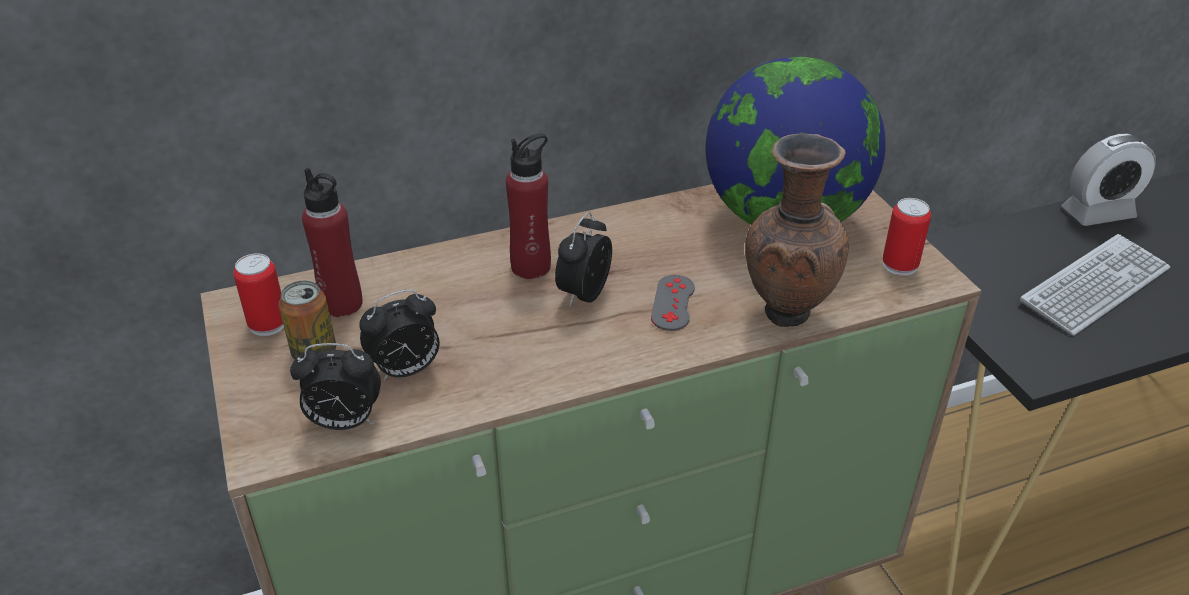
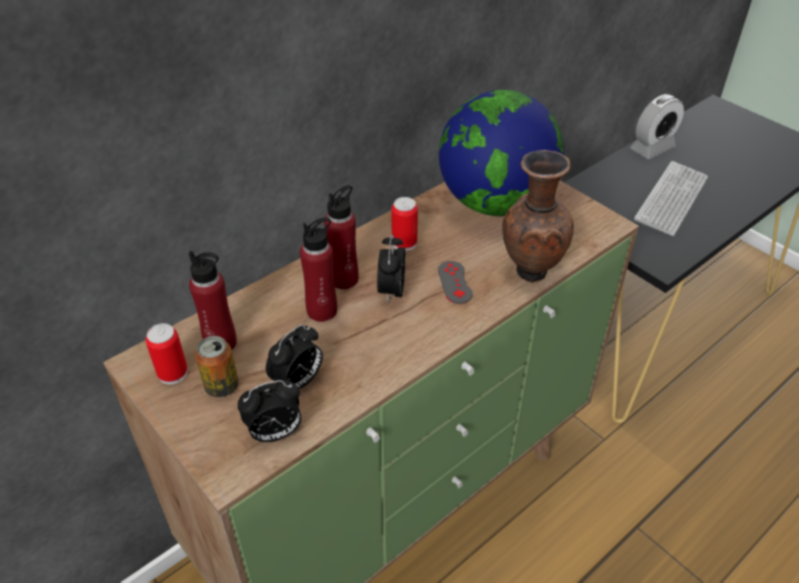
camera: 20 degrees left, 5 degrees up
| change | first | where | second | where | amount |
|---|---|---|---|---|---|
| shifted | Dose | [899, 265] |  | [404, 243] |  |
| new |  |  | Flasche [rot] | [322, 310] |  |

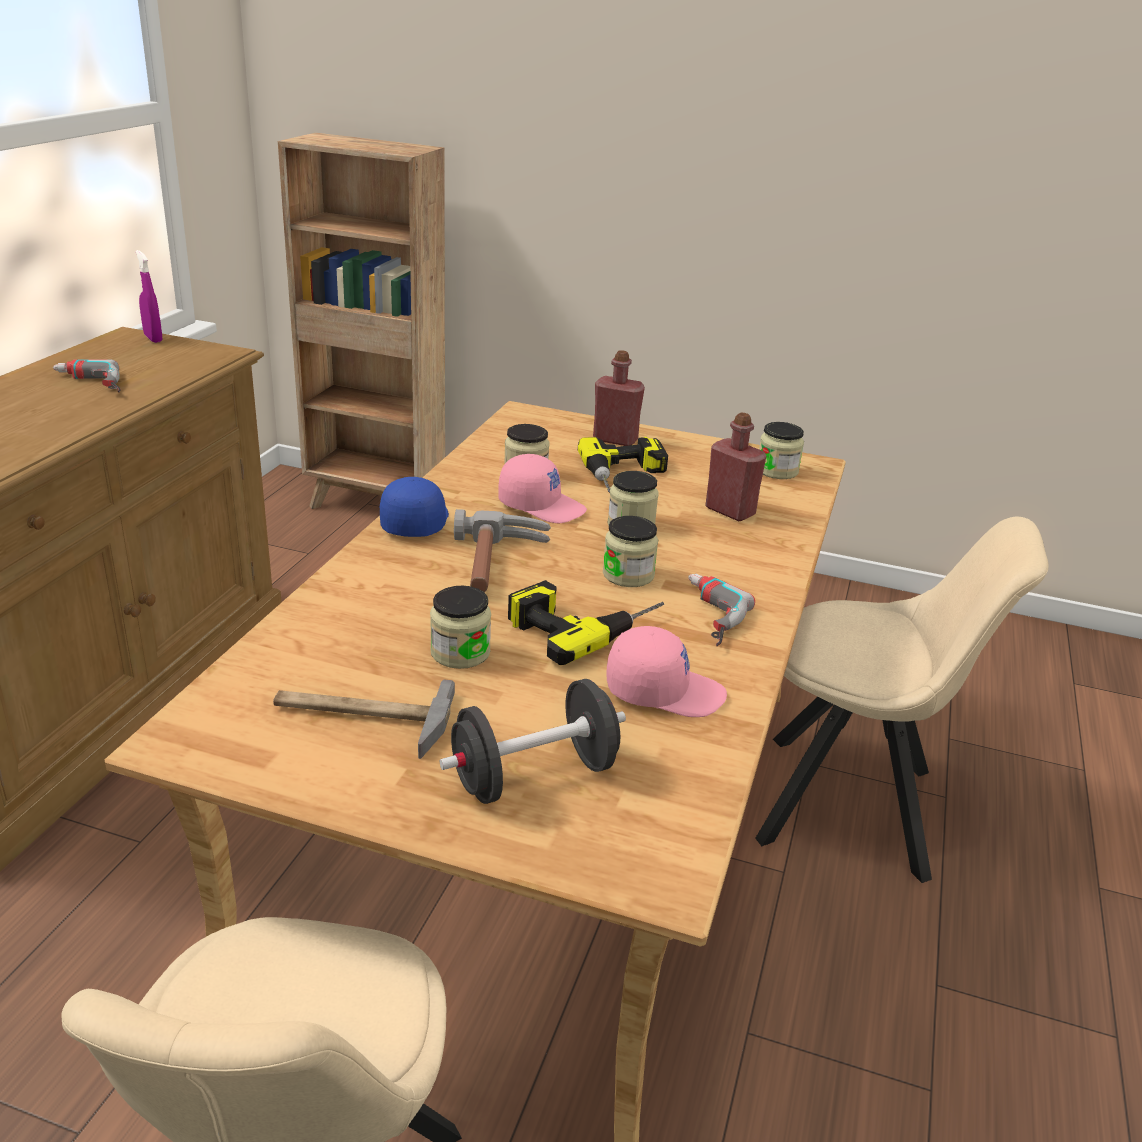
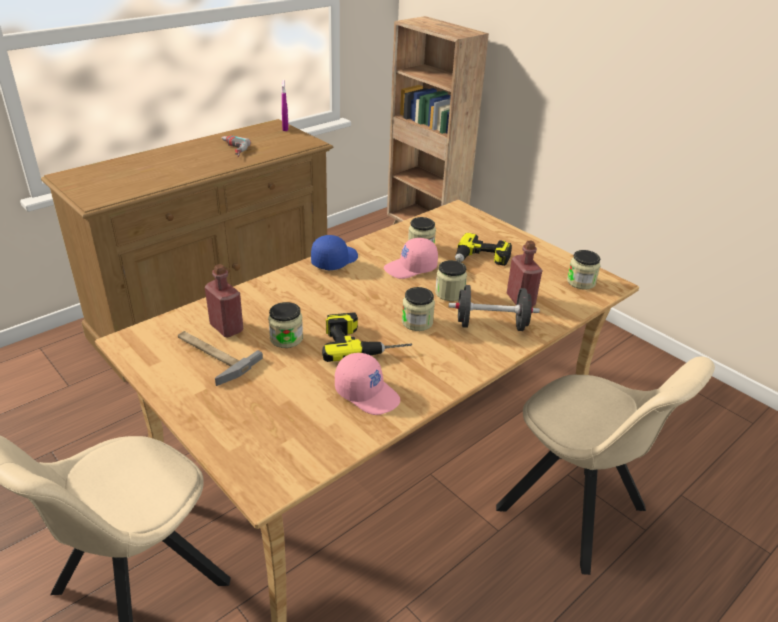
camera: 30 degrees right, 5 degrees up
| change | first | where | second | where | amount |
|---|---|---|---|---|---|
| shifted | Flasche [rot] | [615, 440] |  | [226, 328] |  |
| rotated | Kappe [rosa] | [542, 506] |  | [411, 268] | 105 degrees clockwise |
| gone | Hammer | [499, 565] |  |  |  |
| gone | Bohrmaschine | [703, 615] |  |  |  |
| shifted | Hantel [schwarz] | [533, 776] |  | [491, 325] |  |

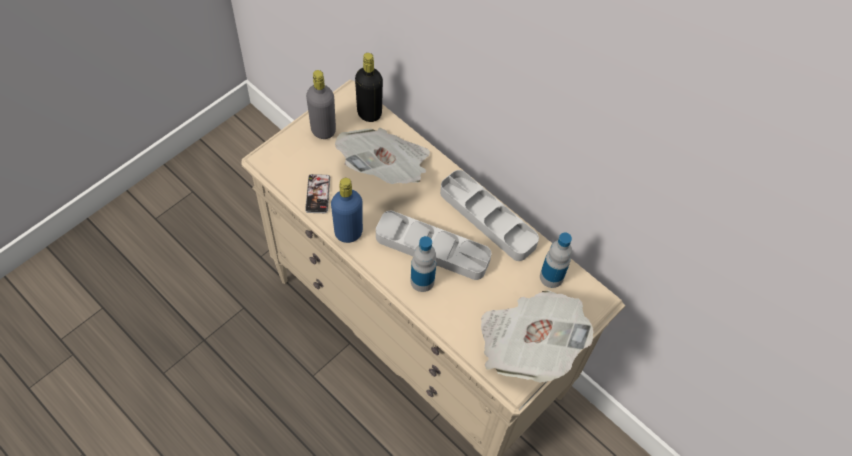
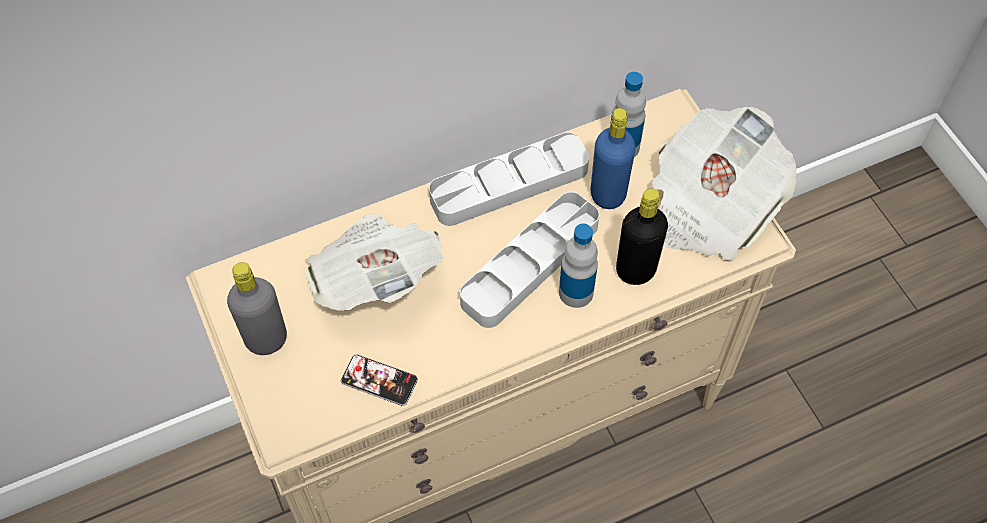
camera: 65 degrees left, 0 degrees up
| change | first | where | second | where | amount |
|---|---|---|---|---|---|
| shifted | Flasche [schwarz] | [369, 113] |  | [635, 270] |  |
| shifted | Flasche [blau] | [348, 232] |  | [608, 194] |  |

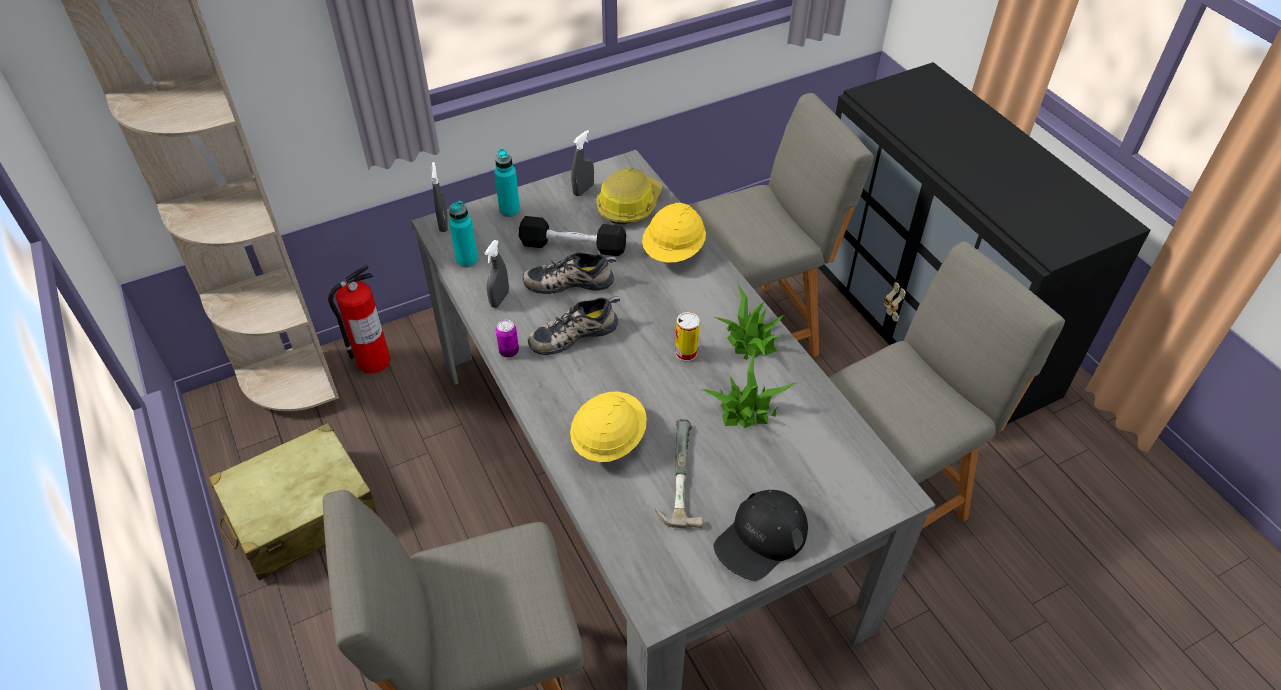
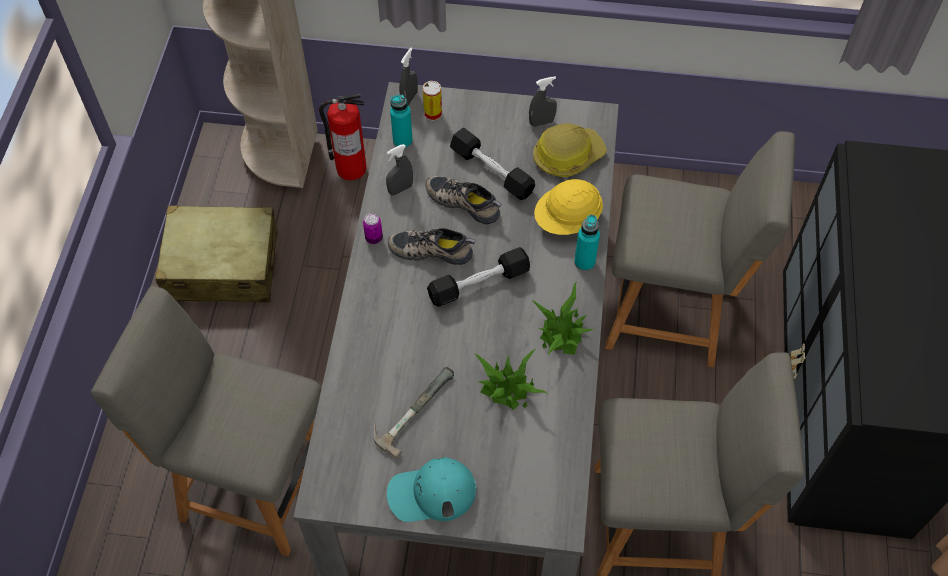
camera: 35 degrees right, 10 degrees up
| change | first | where | second | where | amount |
|---|---|---|---|---|---|
| shifted | Flasche [türkis] | [509, 210] |  | [584, 262] |  |
| shifted | Dose | [686, 353] |  | [433, 114] |  |
| gone | Schutzhelm [gelb] | [608, 439] |  |  |  |
| repainted | Kappe [schwarz] | [761, 538] | Kappe [türkis] | [431, 493] |  |
| new |  |  | Hantel [schwarz] | [479, 284] |  |

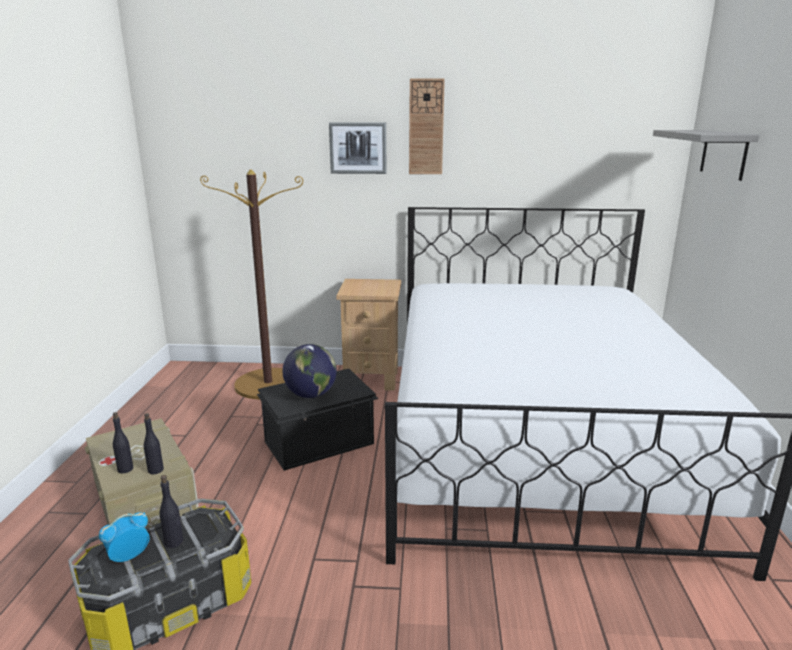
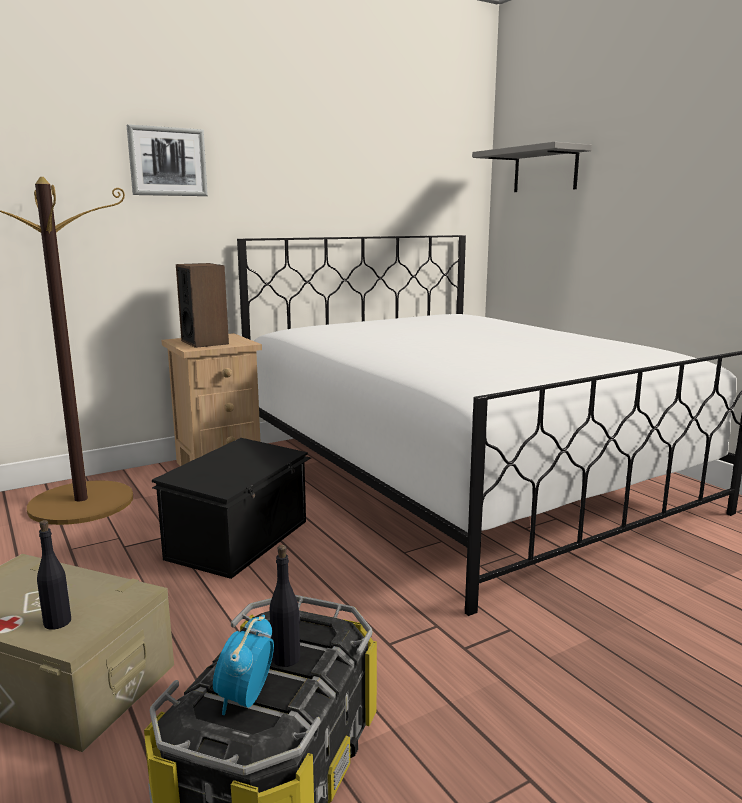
camera: 35 degrees left, 5 degrees down
| change | first | where | second | where | amount |
|---|---|---|---|---|---|
| gone | Wanduhr | [426, 127] |  |  |  |
| gone | Globus | [311, 395] |  |  |  |
| gone | Flasche [schwarz] | [156, 470] |  |  |  |
| new |  |  | Lautsprecher | [205, 342] |  |

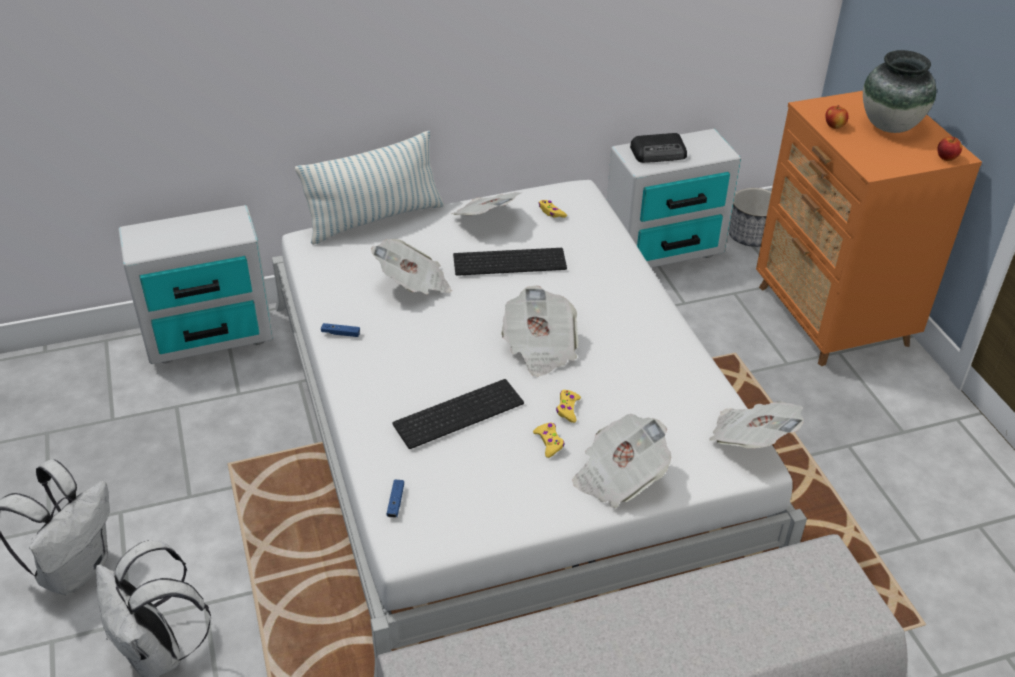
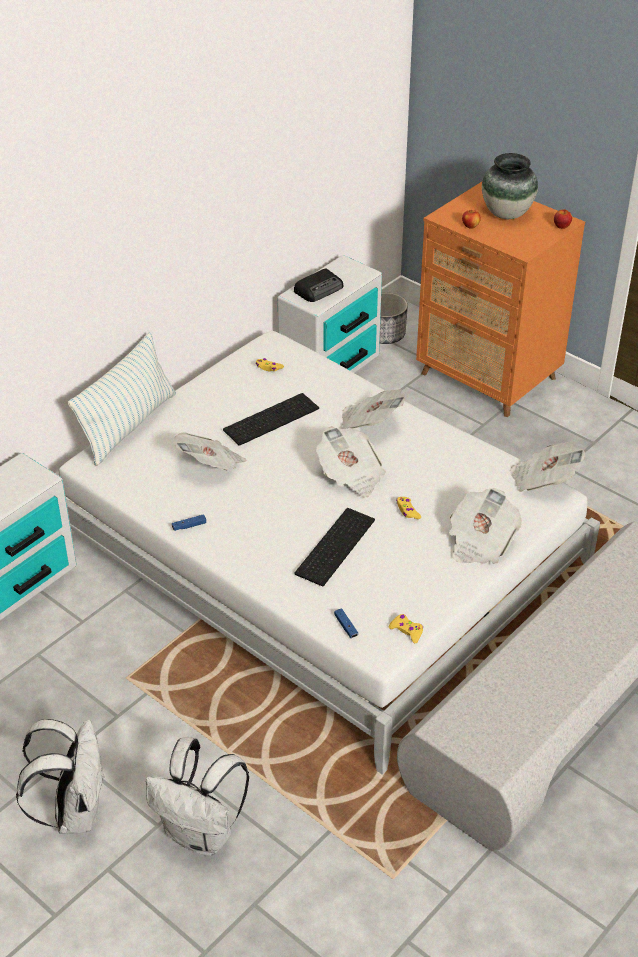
camera: 30 degrees left, 0 degrees up
| change | first | where | second | where | amount |
|---|---|---|---|---|---|
| shifted | Zeitung | [486, 219] |  | [370, 423] |  |
| shifted | Gamepad [gelb] | [549, 442] |  | [407, 631] |  |

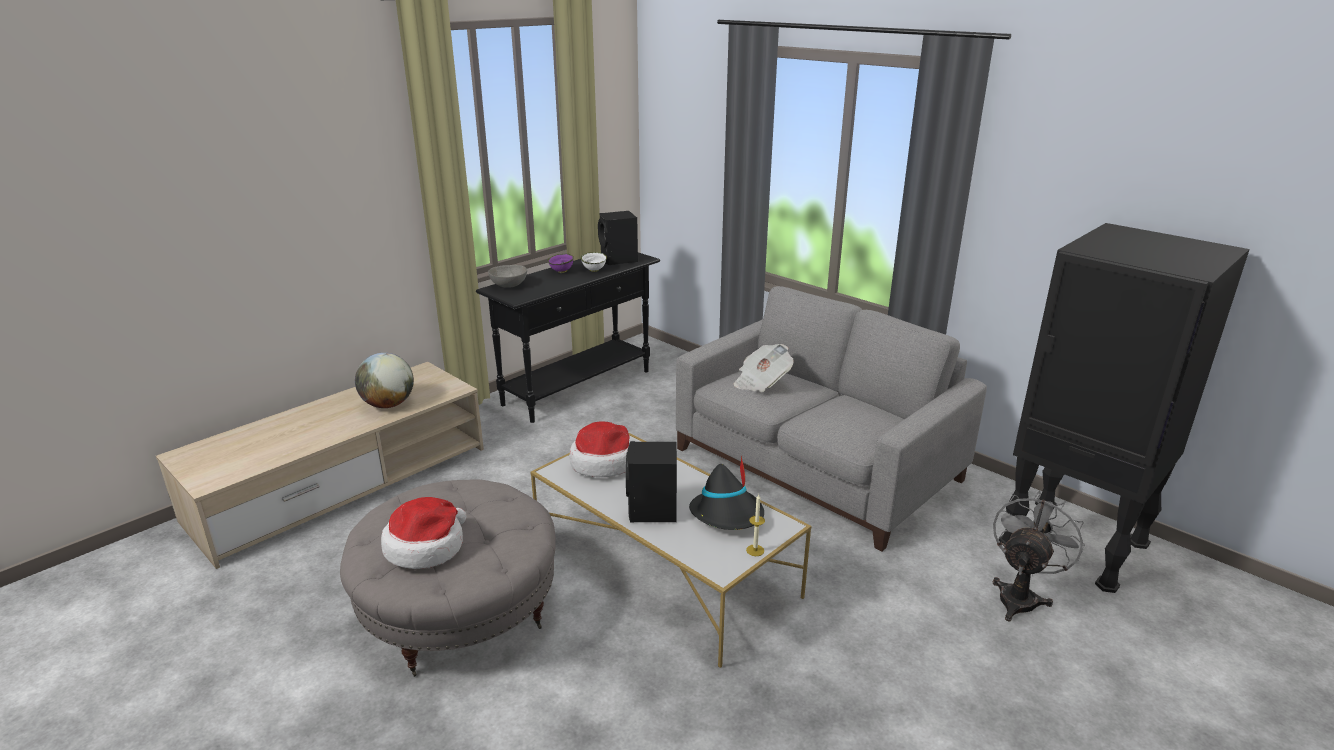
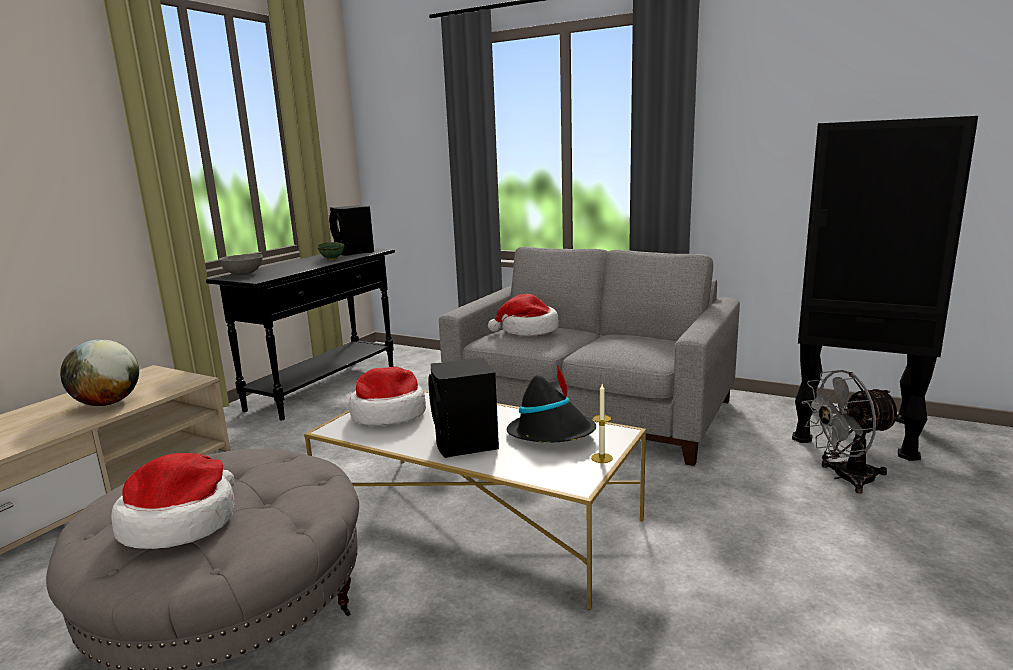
camera: 15 degrees left, 10 degrees down
| change | first | where | second | where | amount |
|---|---|---|---|---|---|
| repainted | Schüssel [weiß] | [594, 270] | Schüssel [grün] | [332, 259] |  |
| gone | Schüssel [lila] | [562, 272] |  |  |  |
| swapped | Zeitung | [761, 382] | Hut | [528, 330] |  |
| rotated | Ventilator [grau] | [1020, 596] |  | [844, 478] | 120 degrees counterclockwise |

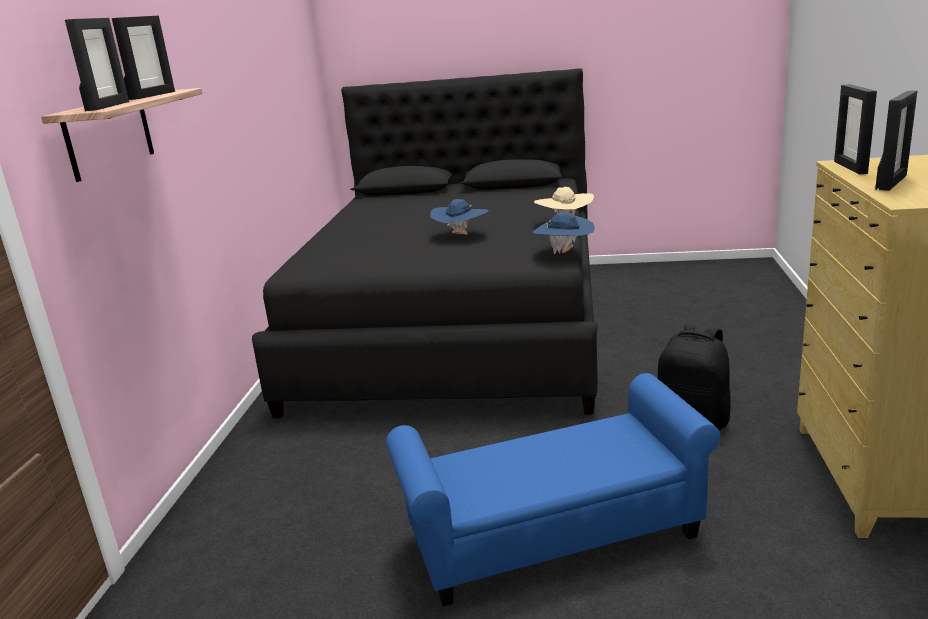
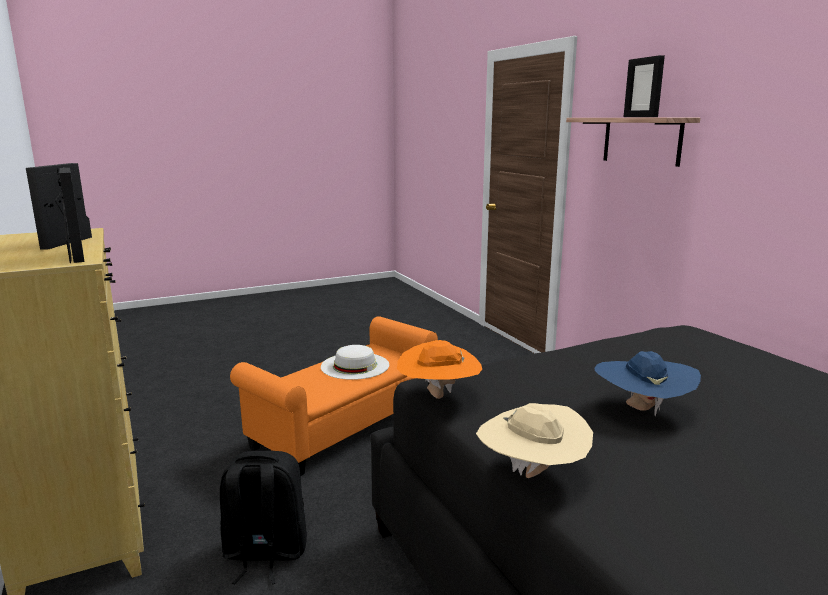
camera: 145 degrees right, 5 degrees down
| change | first | where | second | where | amount |
|---|---|---|---|---|---|
| gone | Bilderrahmen | [108, 106] |  |  |  |
| repainted | Hut [blau] | [565, 253] | Hut [orange] | [438, 396] |  |
| repainted | Polsterhocker [blau] | [553, 536] | Polsterhocker [orange] | [344, 426] |  |
| new |  |  | Hut [weiß] | [355, 365] |  |

